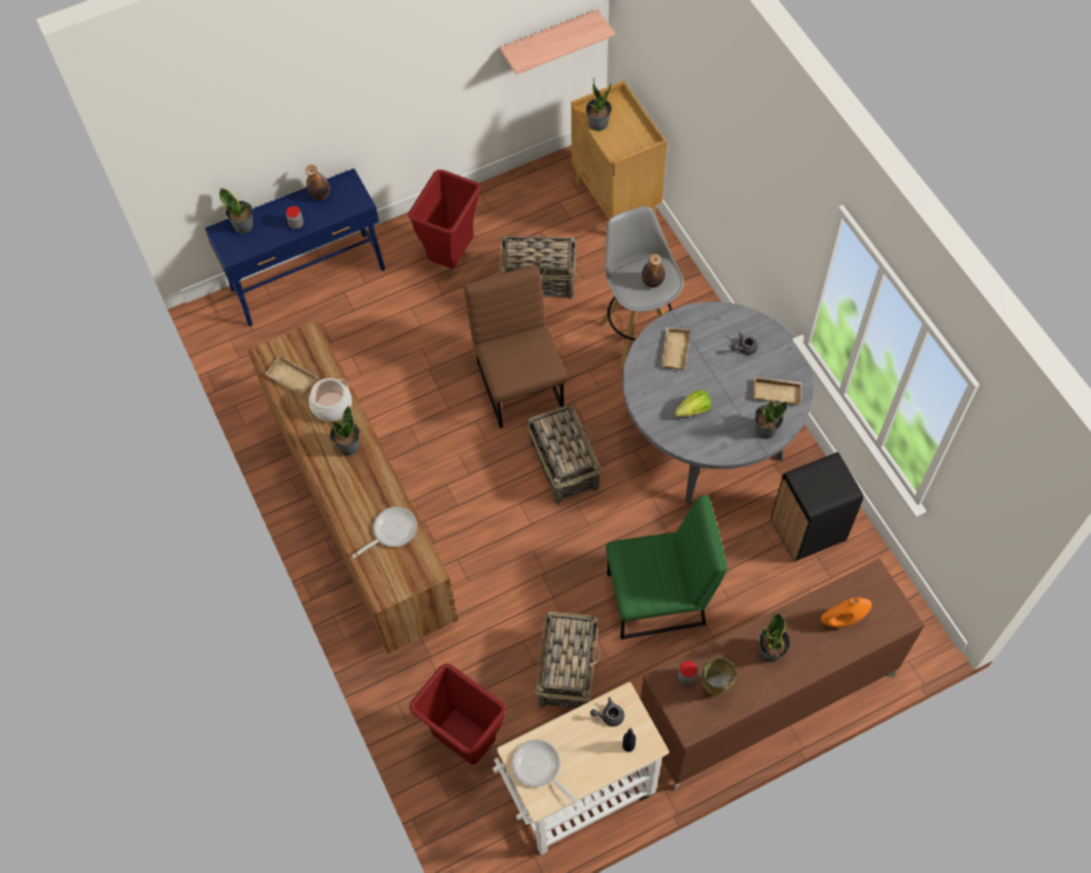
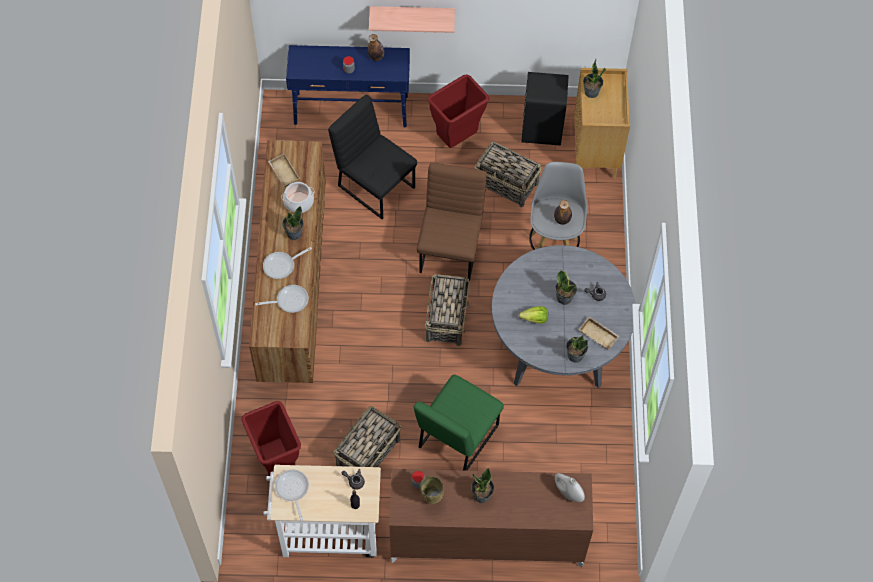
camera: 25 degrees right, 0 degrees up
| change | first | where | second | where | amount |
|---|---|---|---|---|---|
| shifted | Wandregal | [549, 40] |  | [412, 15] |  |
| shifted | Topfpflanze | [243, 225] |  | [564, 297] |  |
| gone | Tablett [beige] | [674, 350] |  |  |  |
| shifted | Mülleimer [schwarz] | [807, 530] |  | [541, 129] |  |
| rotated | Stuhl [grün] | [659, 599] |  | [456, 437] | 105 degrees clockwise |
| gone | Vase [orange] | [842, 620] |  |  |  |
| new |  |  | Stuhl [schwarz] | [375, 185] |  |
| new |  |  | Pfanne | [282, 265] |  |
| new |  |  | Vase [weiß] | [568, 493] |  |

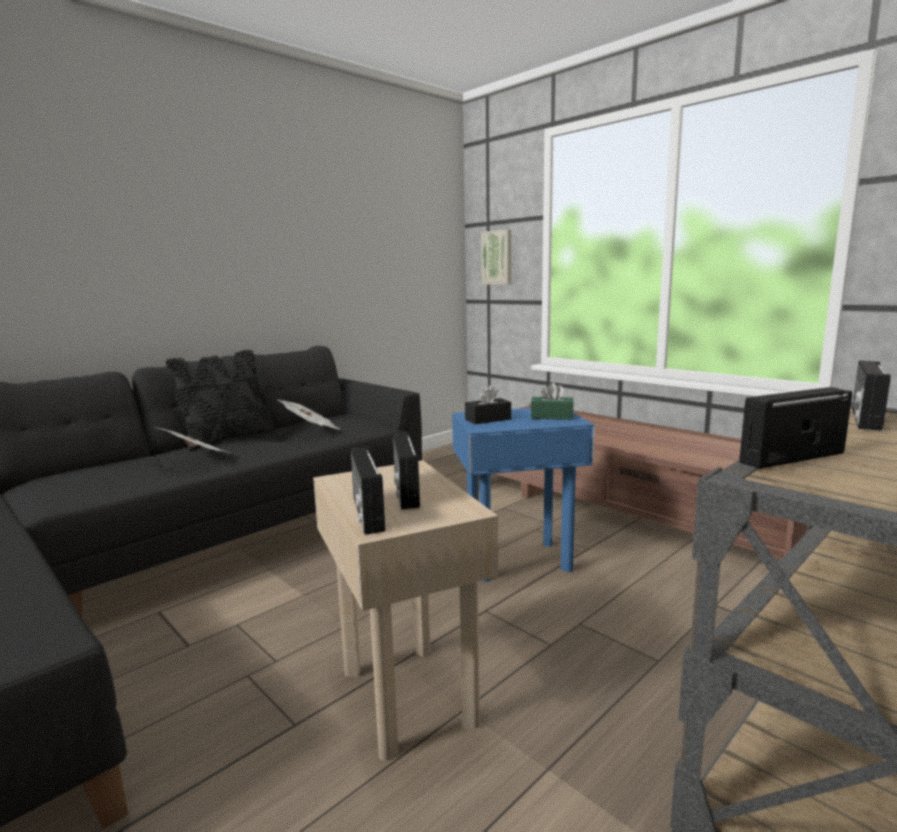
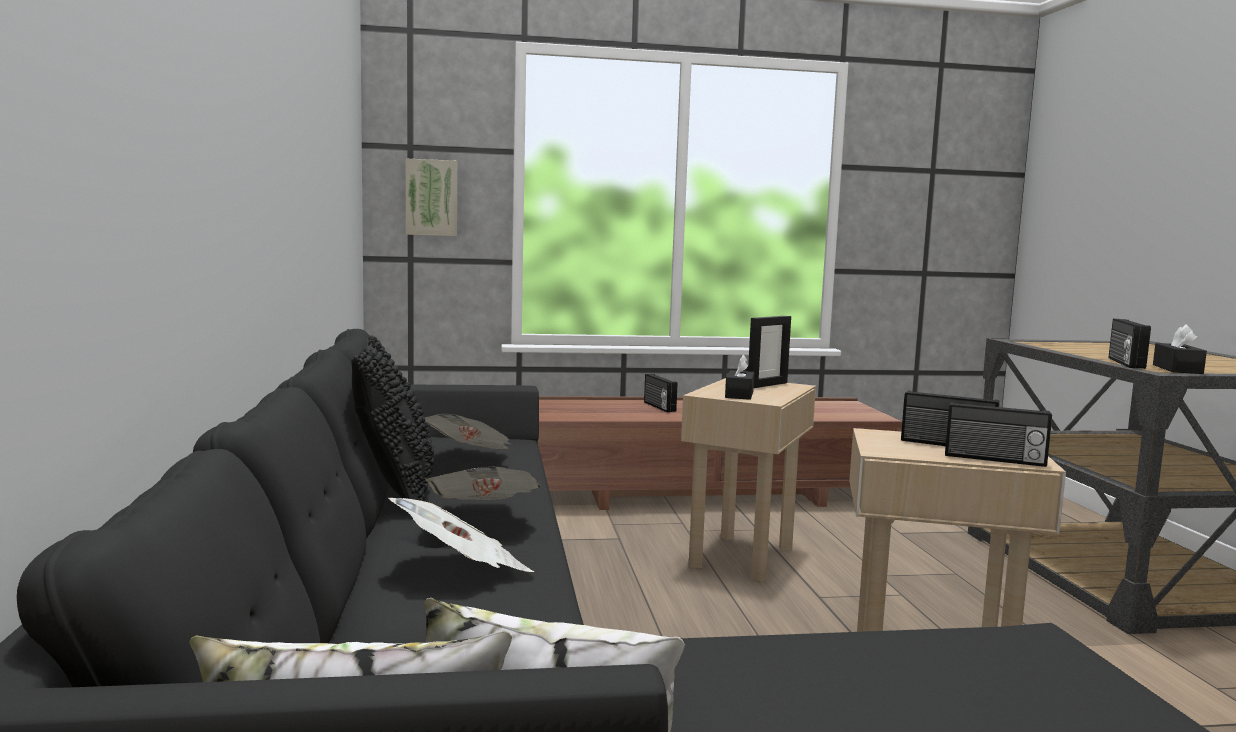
camera: 55 degrees left, 5 degrees down
| change | first | where | second | where | amount |
|---|---|---|---|---|---|
| shifted | Radio | [863, 418] |  | [658, 407] |  |
| swapped | Taschentuchbox [grün] | [551, 416] | Bilderrahmen | [766, 385] |  |
| repainted | Beistelltisch [blau] | [519, 561] | Beistelltisch [beige] | [743, 557] |  |
| new |  |  | Taschentuchbox [schwarz] | [1177, 369] |  |
| new |  |  | Zeitung | [463, 570] |  |

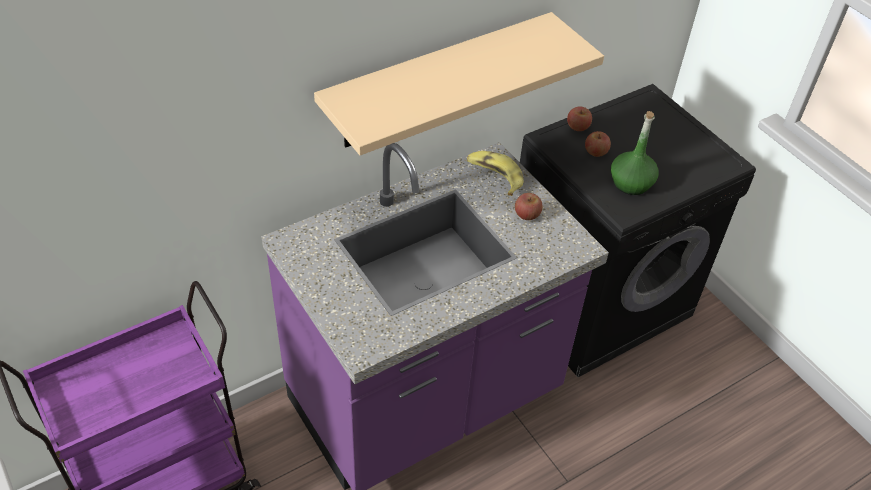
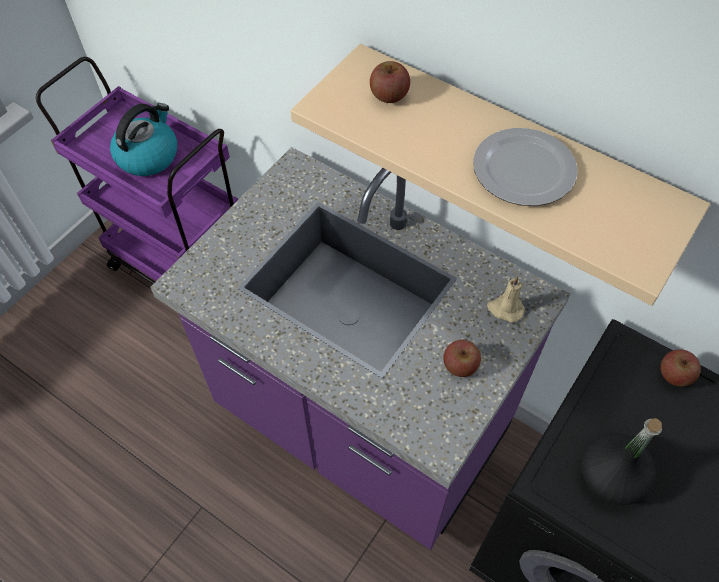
camera: 70 degrees right, 10 degrees up
| change | first | where | second | where | amount |
|---|---|---|---|---|---|
| repainted | Flasche [grün] | [631, 183] | Flasche [schwarz] | [610, 477] |  |
| shifted | Apfel | [595, 152] |  | [389, 95] |  |
| swapped | Banane | [494, 176] | Kerze [beige] | [505, 309] |  |
| new |  |  | Wasserkessel | [148, 155] |  |
| new |  |  | Teller | [521, 170] |  |

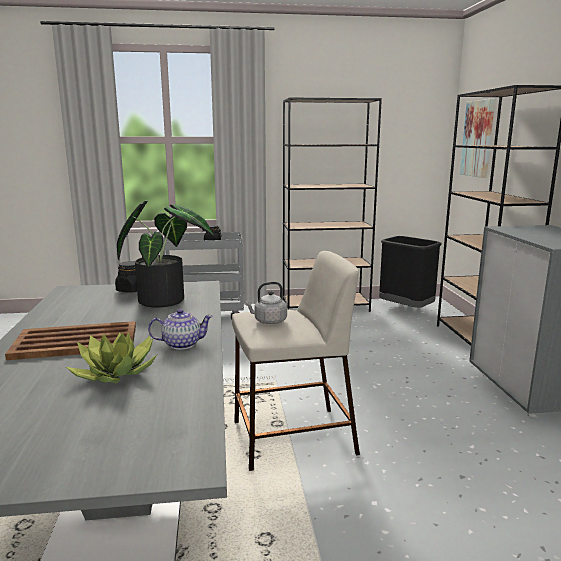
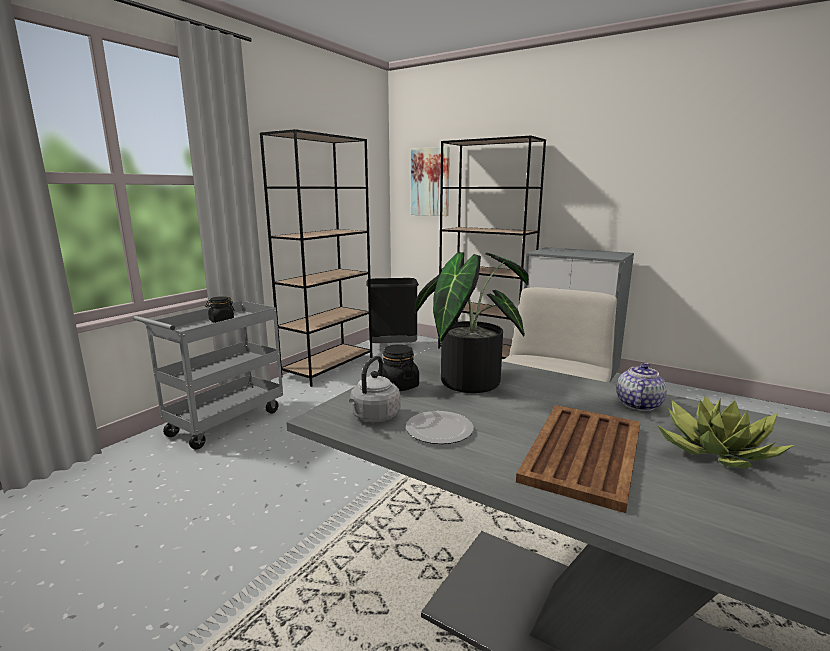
camera: 50 degrees left, 0 degrees up
| change | first | where | second | where | amount |
|---|---|---|---|---|---|
| shifted | Wasserkessel [grau] | [268, 321] |  | [374, 417] |  |
| new |  |  | Teller | [439, 431] |  |

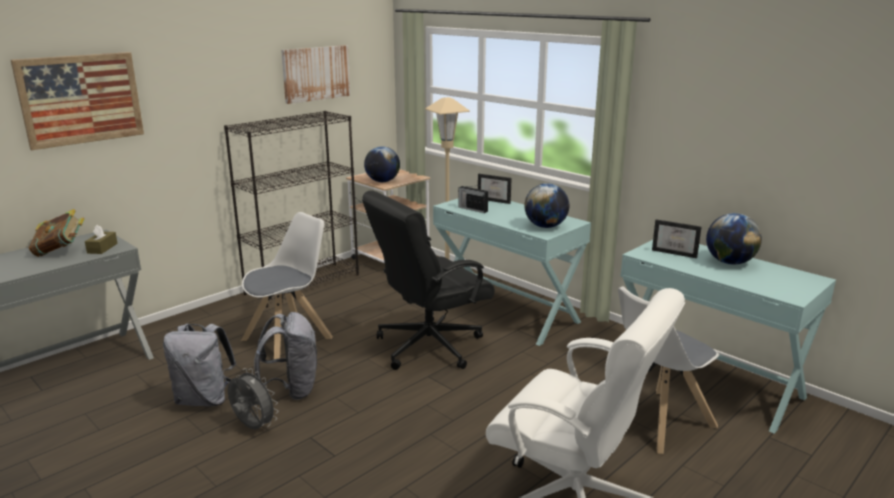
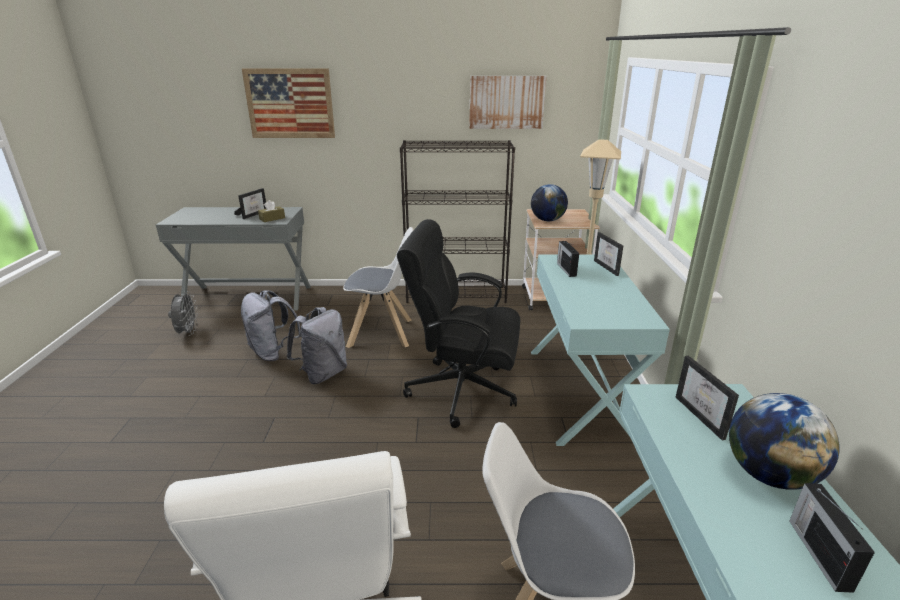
camera: 45 degrees right, 5 degrees up
| change | first | where | second | where | amount |
|---|---|---|---|---|---|
| gone | Globus | [545, 226] |  |  |  |
| swapped | Buch | [60, 251] | Bilderrahmen | [253, 214] |  |
| shifted | Ventilator [grau] | [253, 427] |  | [187, 332] |  |
| new |  |  | Radio | [818, 552] |  |

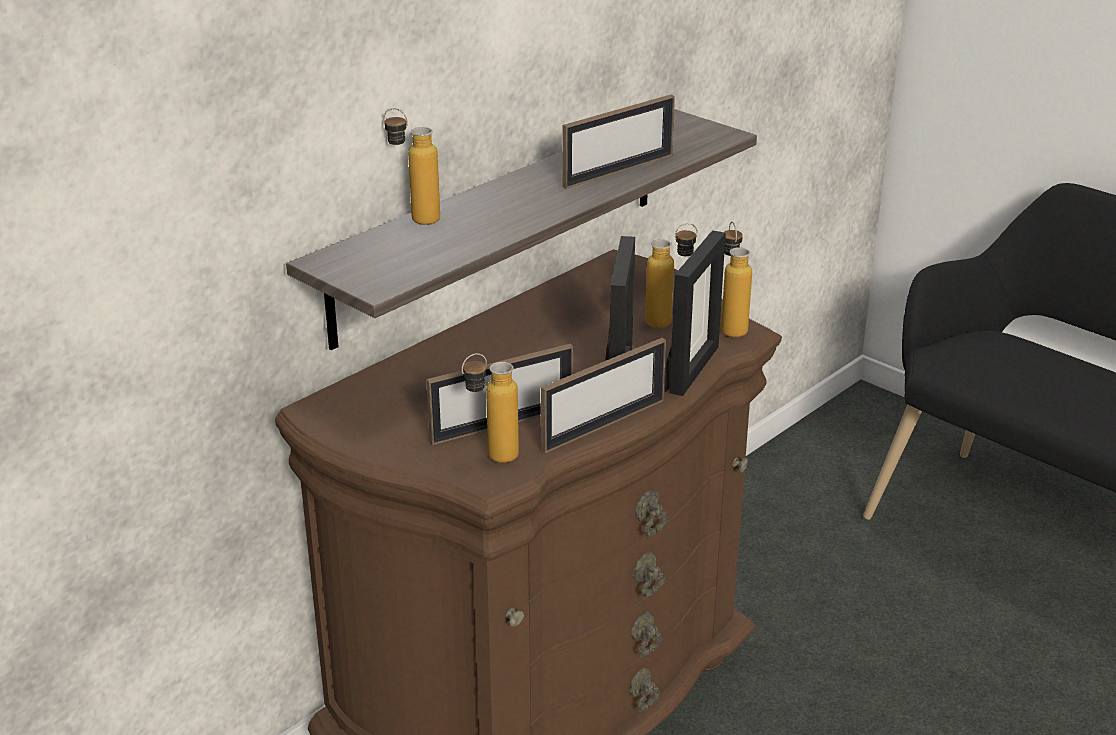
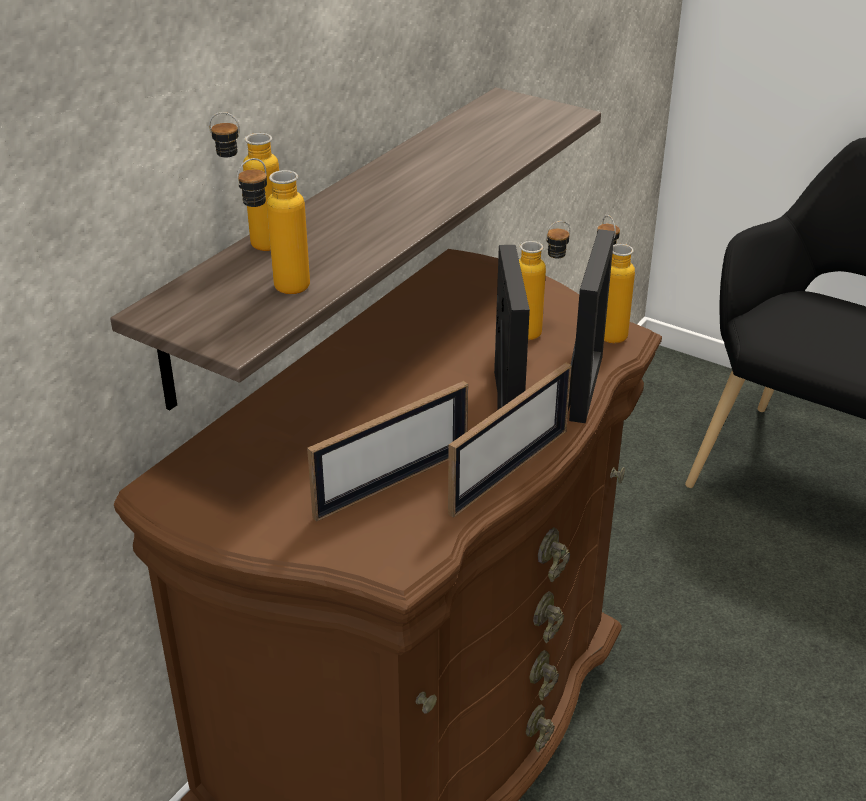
camera: 10 degrees left, 5 degrees up
| change | first | where | second | where | amount |
|---|---|---|---|---|---|
| gone | Bilderrahmen | [618, 171] |  |  |  |
| shifted | Flasche | [491, 459] |  | [279, 291] |  |

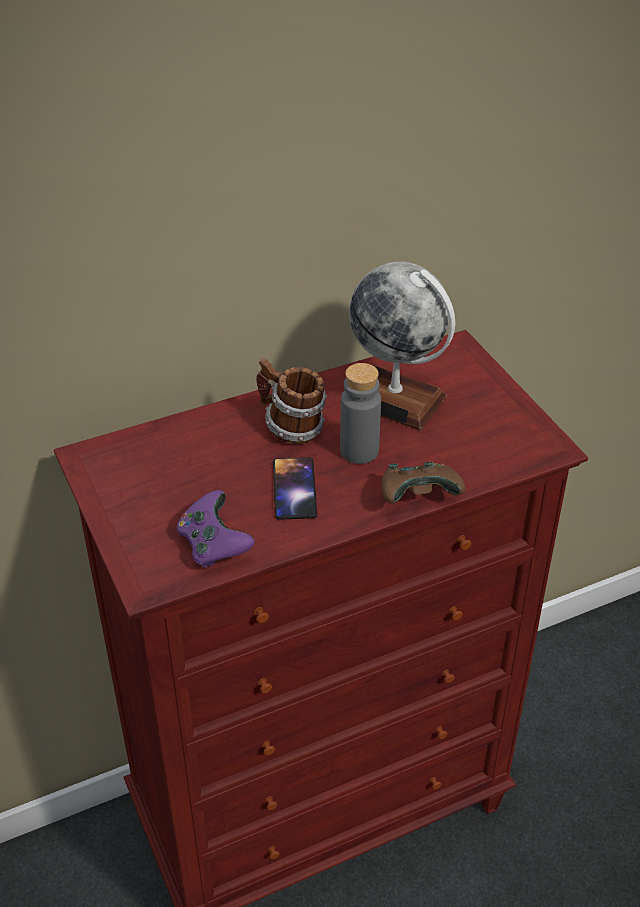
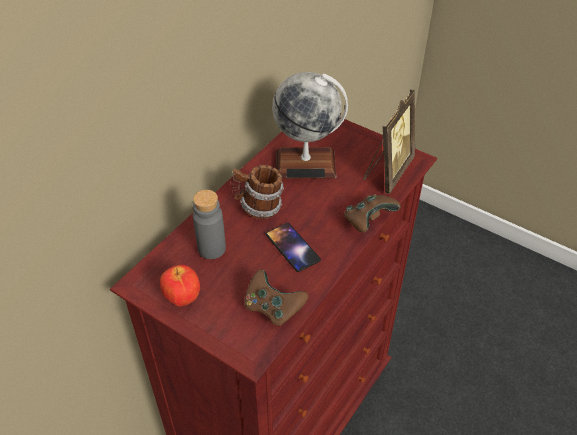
camera: 30 degrees left, 5 degrees up
| change | first | where | second | where | amount |
|---|---|---|---|---|---|
| shifted | Flasche [grau] | [359, 451] |  | [211, 248] |  |
| repainted | Gamepad [lila] | [213, 545] | Gamepad [braun] | [273, 308] |  |
| new |  |  | Bilderrahmen | [387, 172] |  |
| new |  |  | Apfel | [182, 298] |  |

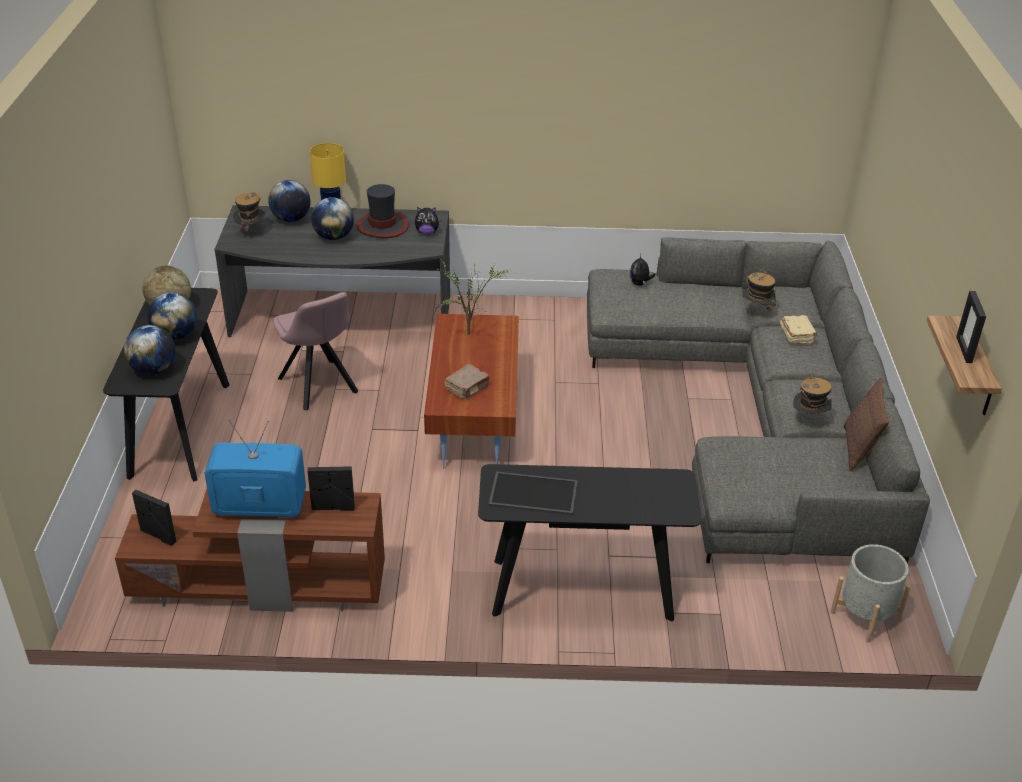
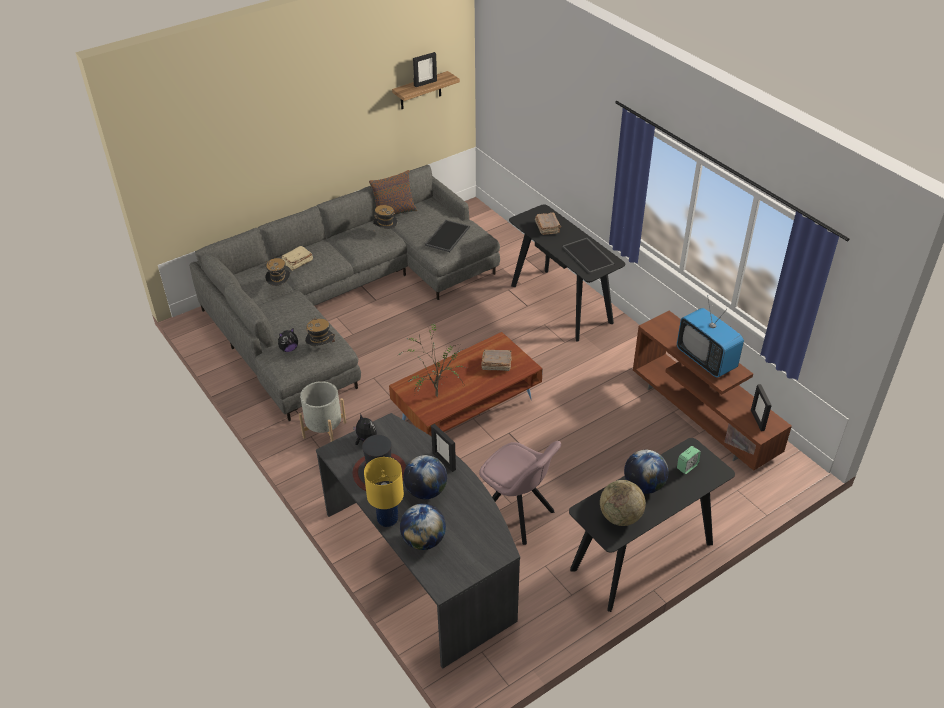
camera: 125 degrees left, 5 degrees up
| change | first | where | second | where | amount |
|---|---|---|---|---|---|
| shifted | Hut | [251, 231] |  | [321, 348] |  |
| rotated | Stuhl [rosa] | [318, 385] |  | [517, 515] | 105 degrees clockwise |
| swapped | Globus | [153, 370] | Wecker | [687, 467] |  |
| shifted | Bilderrahmen | [333, 508] |  | [444, 461] |  |
| shifted | Pflanzkübel [grau] | [865, 616] |  | [324, 430] |  |
| new |  |  | Buch [braun] | [547, 228] |  |
| new |  |  | Tablett | [448, 236] |  |

